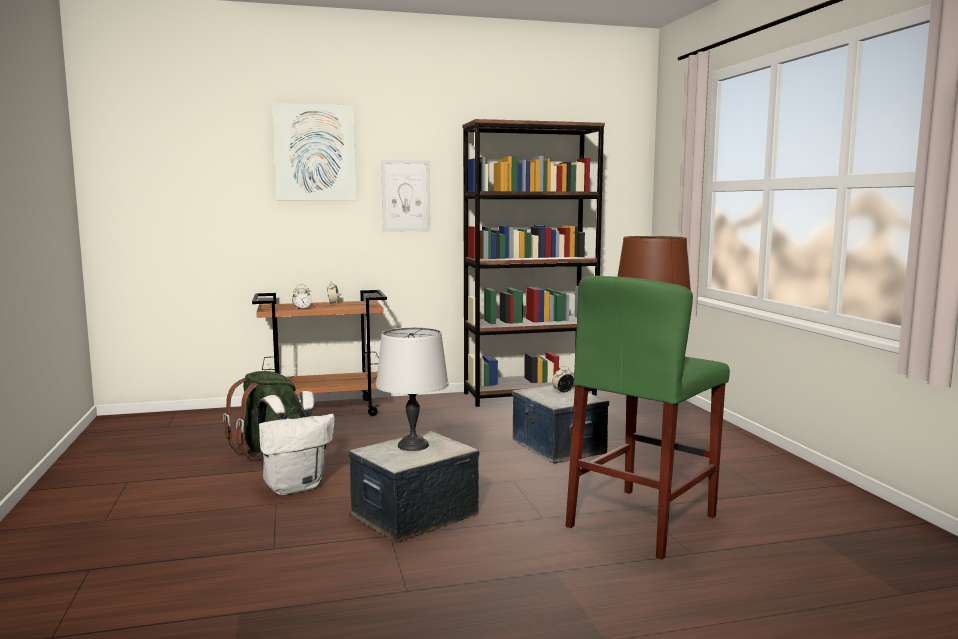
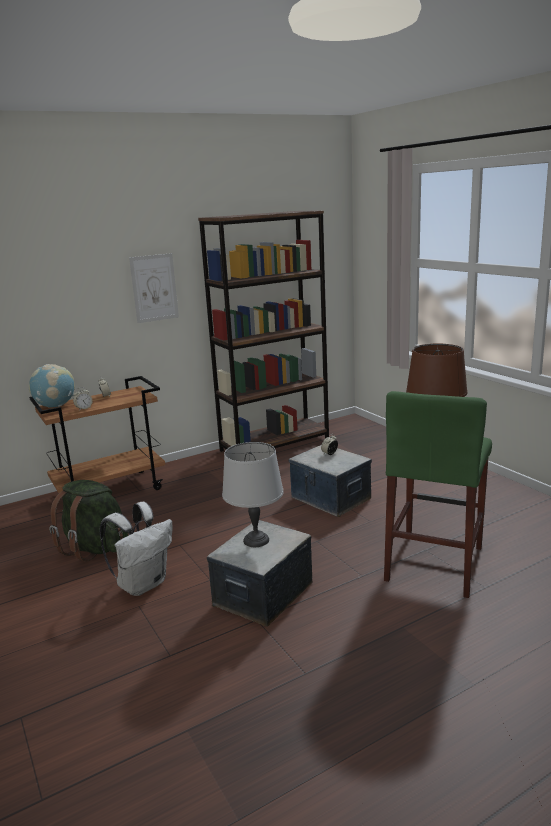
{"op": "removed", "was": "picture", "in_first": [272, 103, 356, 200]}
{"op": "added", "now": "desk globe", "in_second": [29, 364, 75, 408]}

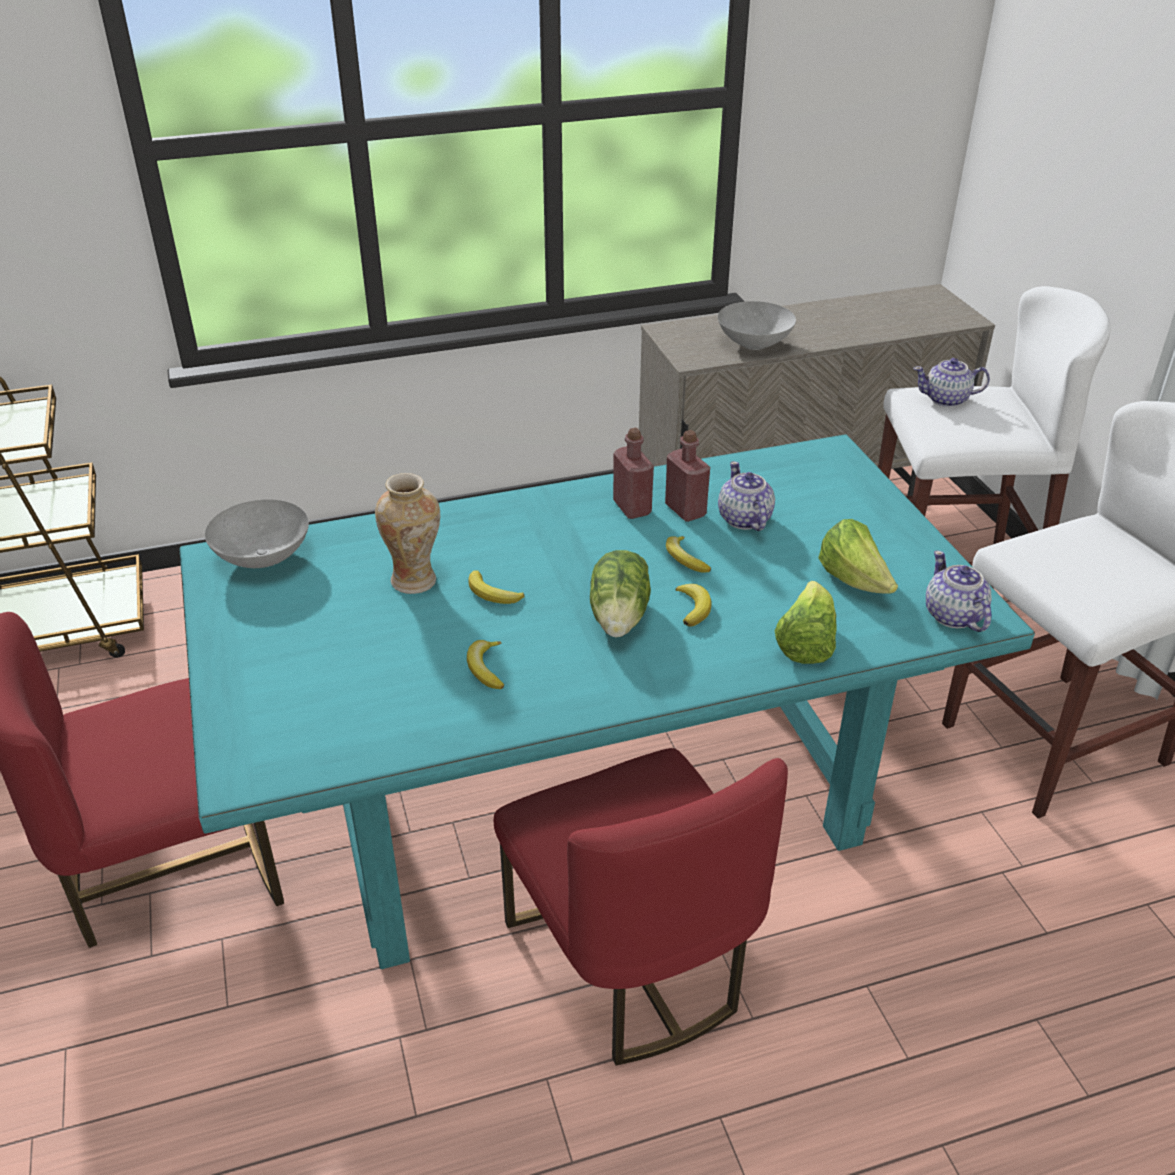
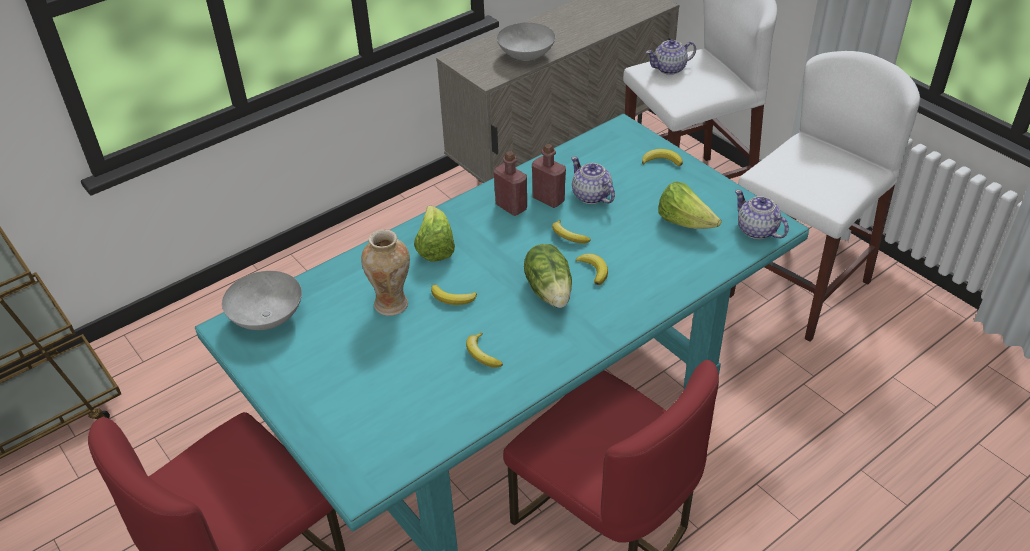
{"op": "moved", "was": "head of lettuce", "in_first": [775, 581, 836, 664], "in_second": [414, 206, 455, 261]}
{"op": "added", "now": "banana fruit", "in_second": [642, 149, 683, 166]}

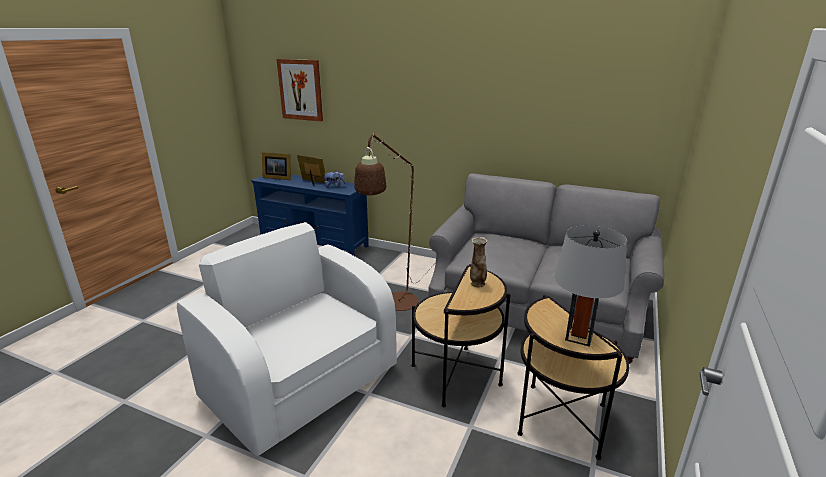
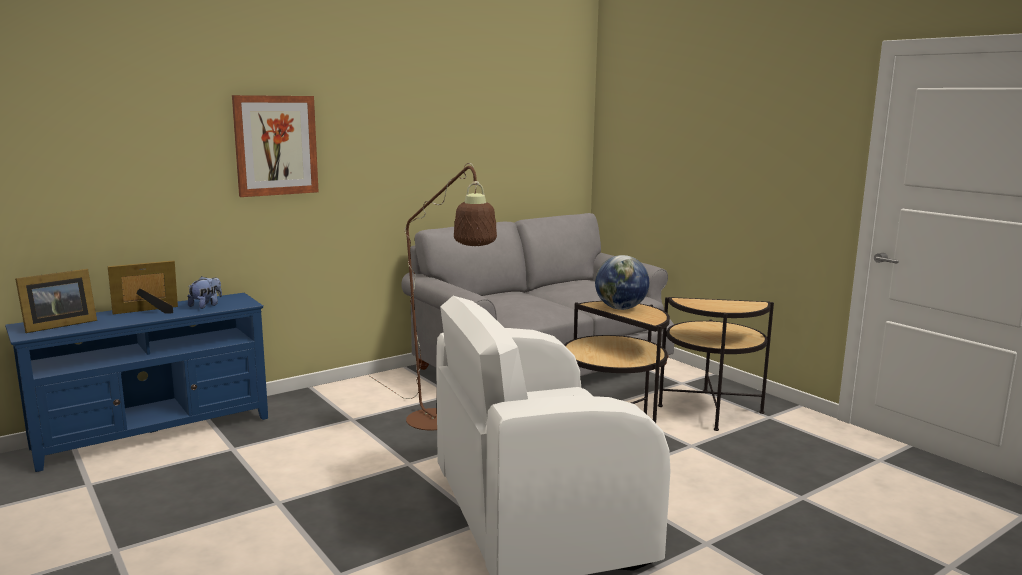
{"op": "moved", "was": "picture", "in_first": [277, 59, 323, 121], "in_second": [232, 95, 319, 197]}
{"op": "replaced", "was": "vase", "now": "desk globe", "in_first": [470, 237, 488, 287], "in_second": [595, 255, 649, 310]}
{"op": "removed", "was": "tabletop lamp in gray", "in_first": [554, 225, 627, 347]}

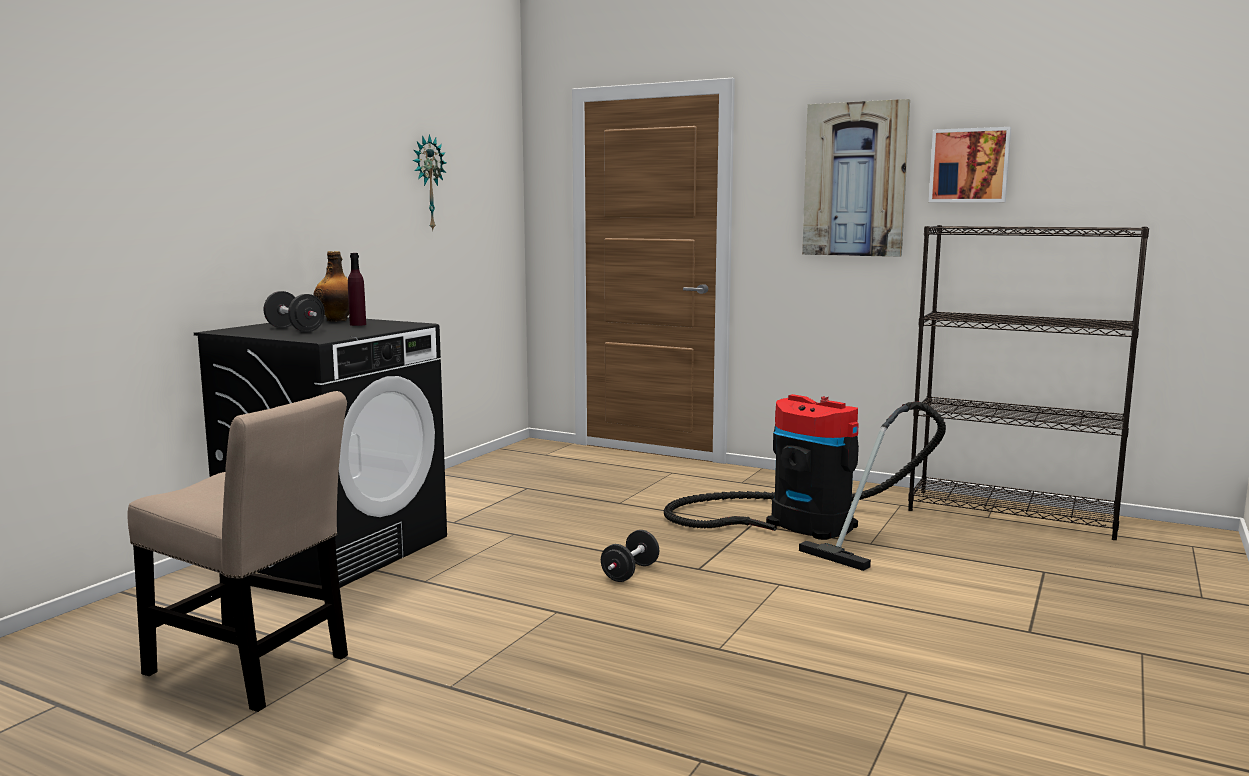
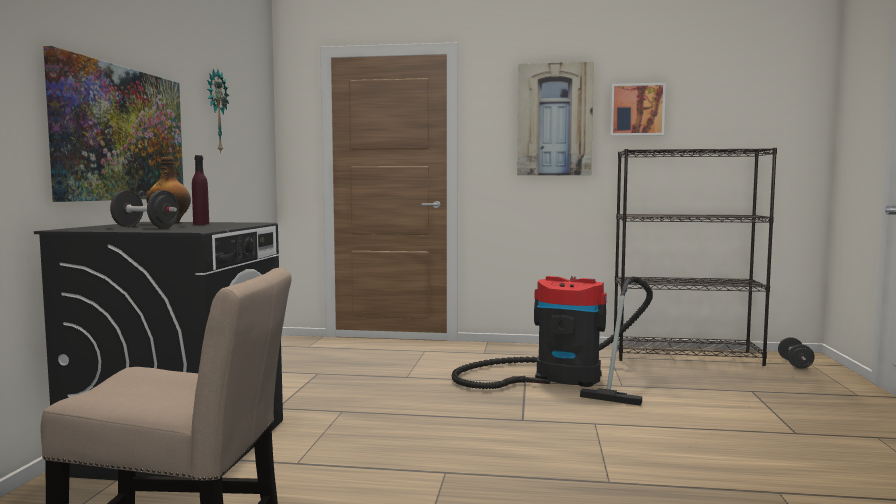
{"op": "moved", "was": "dumbbell in black-coloured", "in_first": [601, 530, 659, 582], "in_second": [778, 337, 815, 369]}
{"op": "added", "now": "picture", "in_second": [43, 46, 183, 202]}

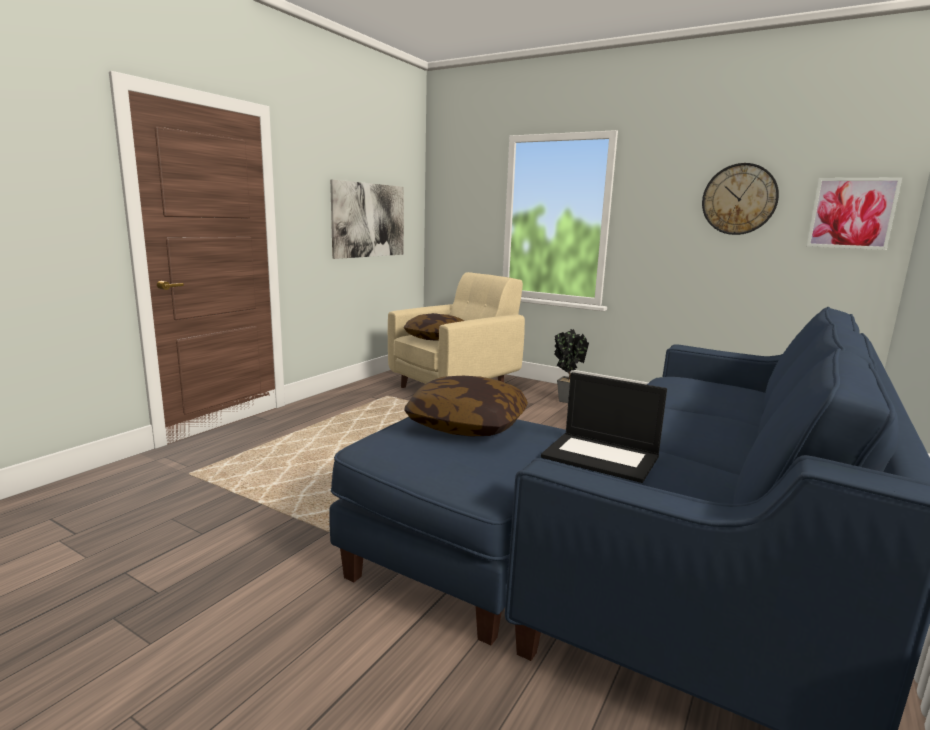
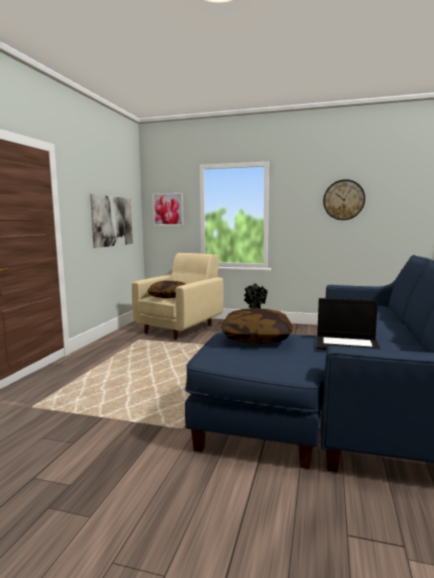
{"op": "moved", "was": "picture", "in_first": [807, 177, 902, 250], "in_second": [152, 193, 184, 226]}

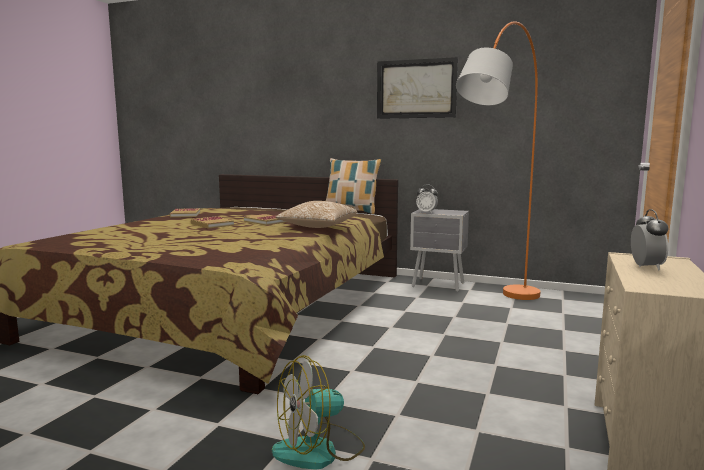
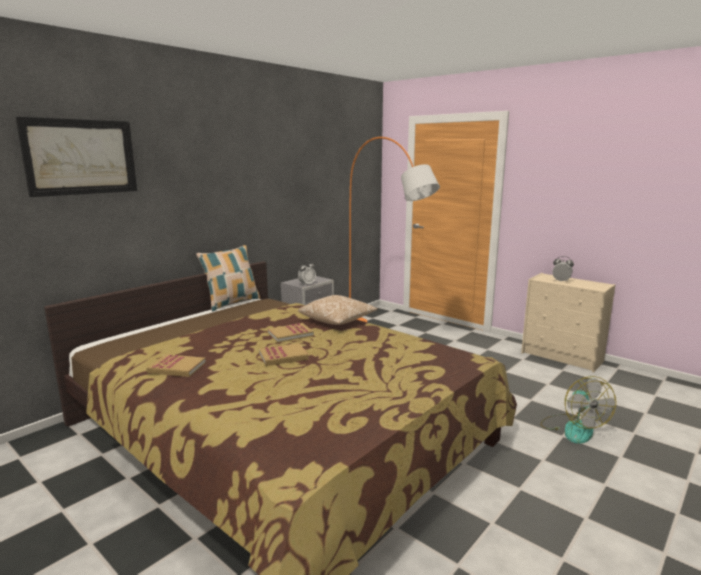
{"op": "moved", "was": "picture", "in_first": [377, 57, 458, 119], "in_second": [15, 117, 137, 197]}

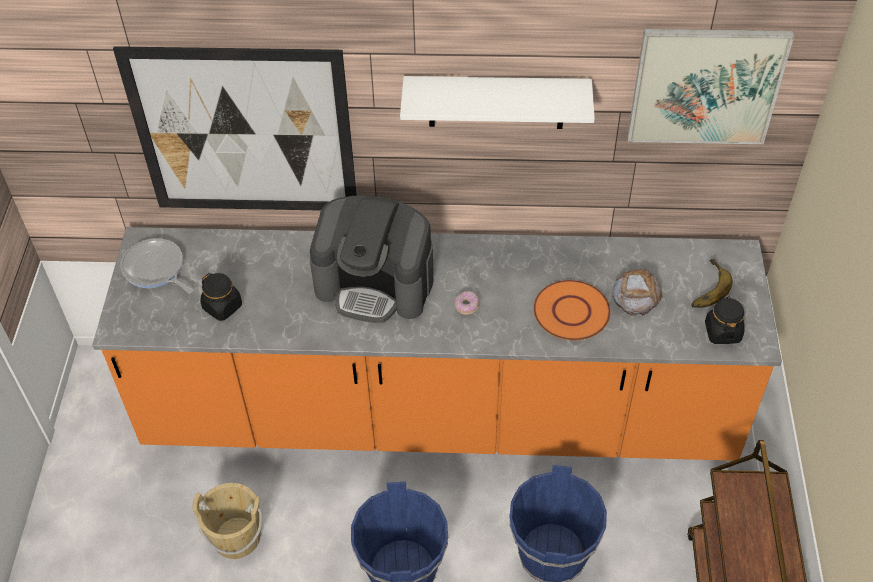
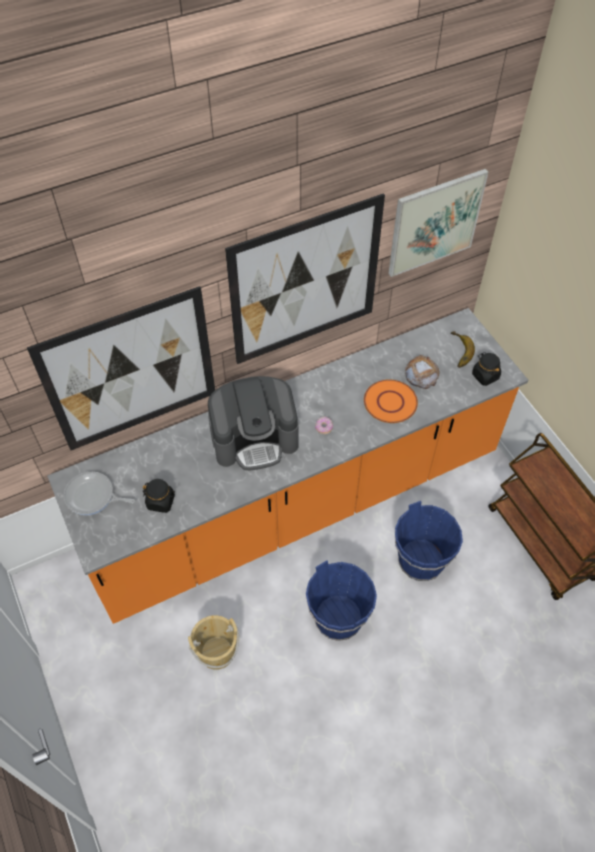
{"op": "replaced", "was": "bracket shelf in white", "now": "picture", "in_first": [400, 76, 595, 129], "in_second": [225, 193, 385, 364]}

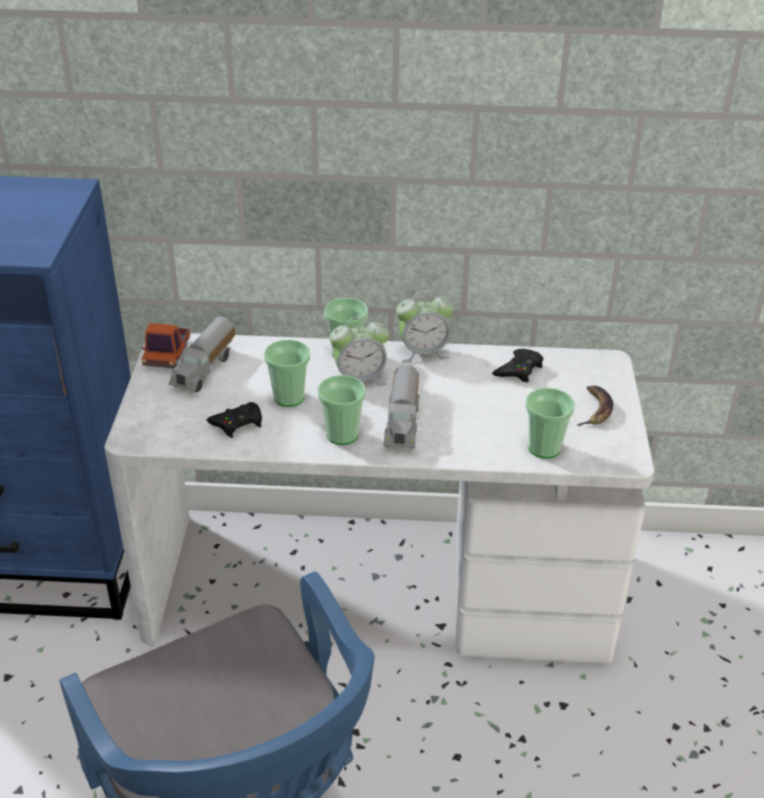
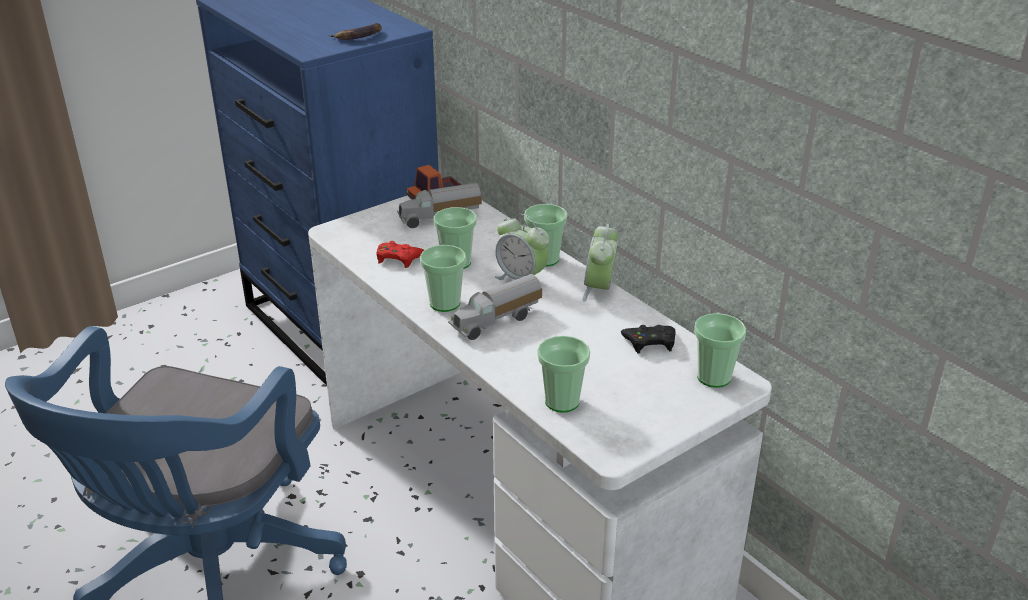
{"op": "recoloured", "was": "game controller in black-coloured", "now": "game controller in reddish", "in_first": [207, 402, 262, 438], "in_second": [377, 241, 424, 268]}
{"op": "turned", "was": "alarm clock", "in_first": [396, 291, 454, 363], "in_second": [582, 224, 618, 302], "clockwise": 60}
{"op": "moved", "was": "banana fruit", "in_first": [577, 386, 613, 426], "in_second": [329, 23, 382, 40]}
{"op": "added", "now": "cup", "in_second": [694, 313, 746, 388]}

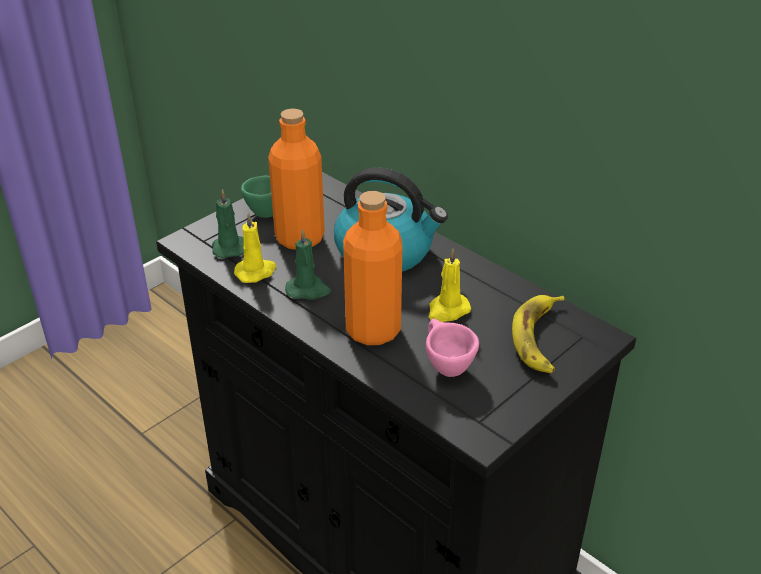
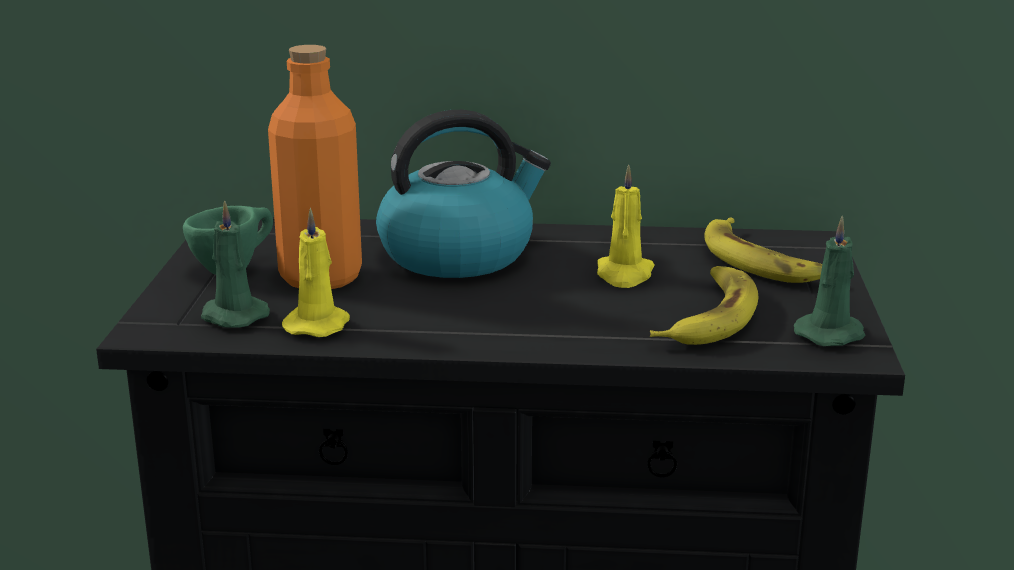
{"op": "moved", "was": "wax light in green", "in_first": [285, 230, 331, 300], "in_second": [793, 215, 865, 346]}
{"op": "removed", "was": "beverage bottle in orange-coloured", "in_first": [343, 191, 402, 345]}
{"op": "replaced", "was": "cup in pinkish", "now": "banana fruit", "in_first": [426, 319, 479, 377], "in_second": [650, 266, 758, 345]}

